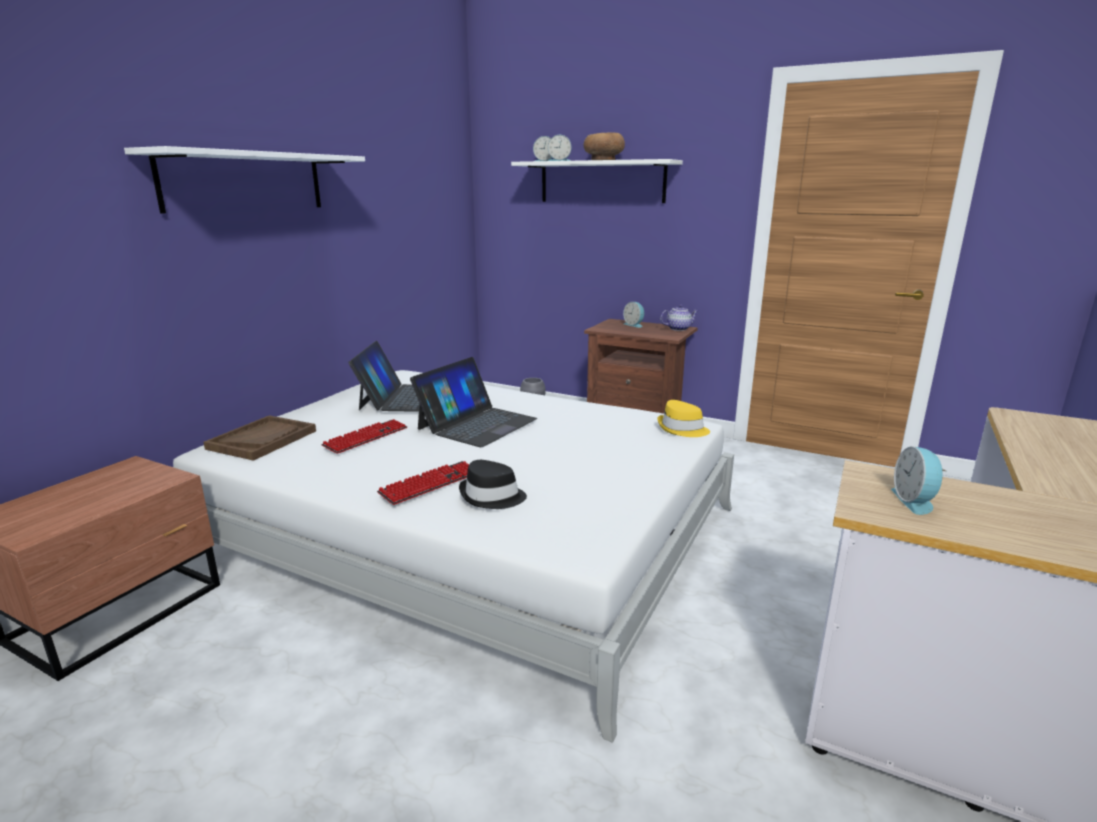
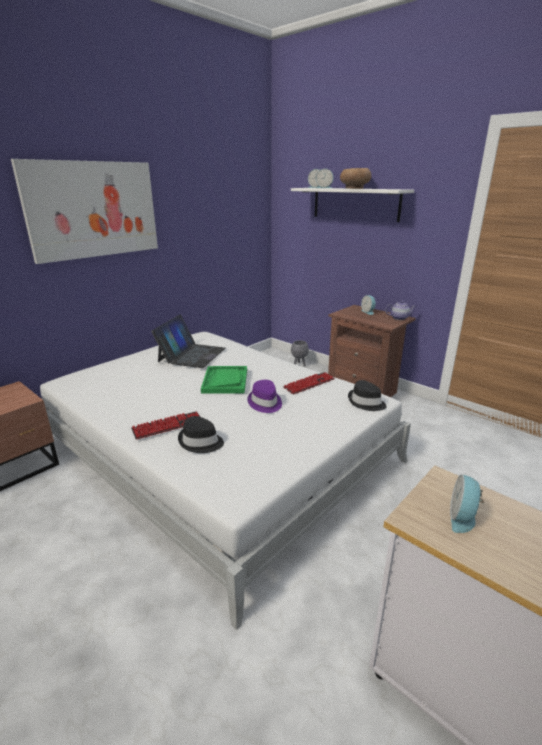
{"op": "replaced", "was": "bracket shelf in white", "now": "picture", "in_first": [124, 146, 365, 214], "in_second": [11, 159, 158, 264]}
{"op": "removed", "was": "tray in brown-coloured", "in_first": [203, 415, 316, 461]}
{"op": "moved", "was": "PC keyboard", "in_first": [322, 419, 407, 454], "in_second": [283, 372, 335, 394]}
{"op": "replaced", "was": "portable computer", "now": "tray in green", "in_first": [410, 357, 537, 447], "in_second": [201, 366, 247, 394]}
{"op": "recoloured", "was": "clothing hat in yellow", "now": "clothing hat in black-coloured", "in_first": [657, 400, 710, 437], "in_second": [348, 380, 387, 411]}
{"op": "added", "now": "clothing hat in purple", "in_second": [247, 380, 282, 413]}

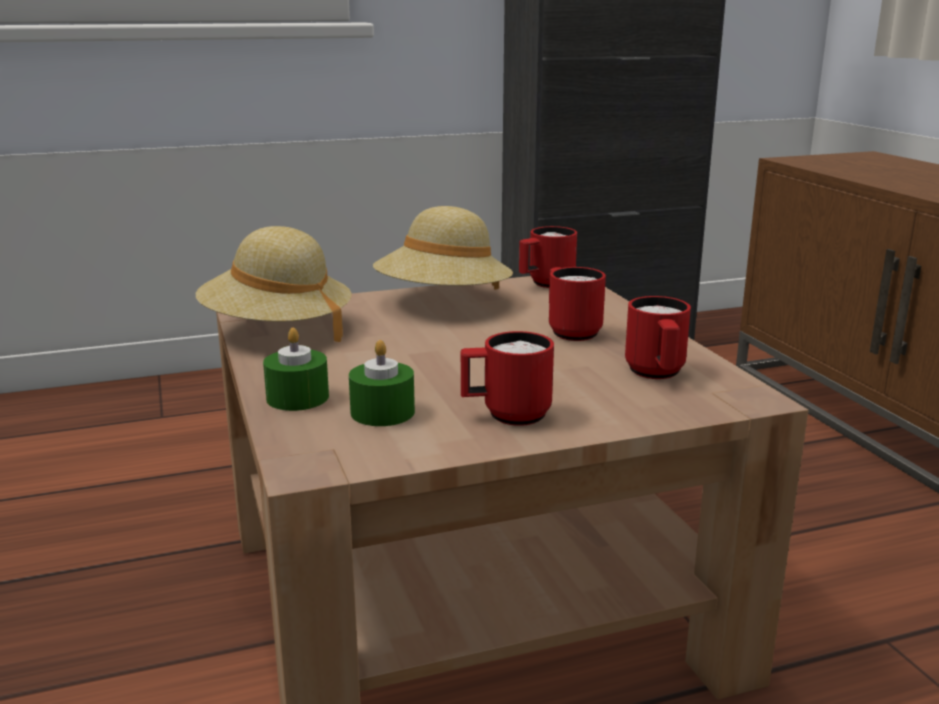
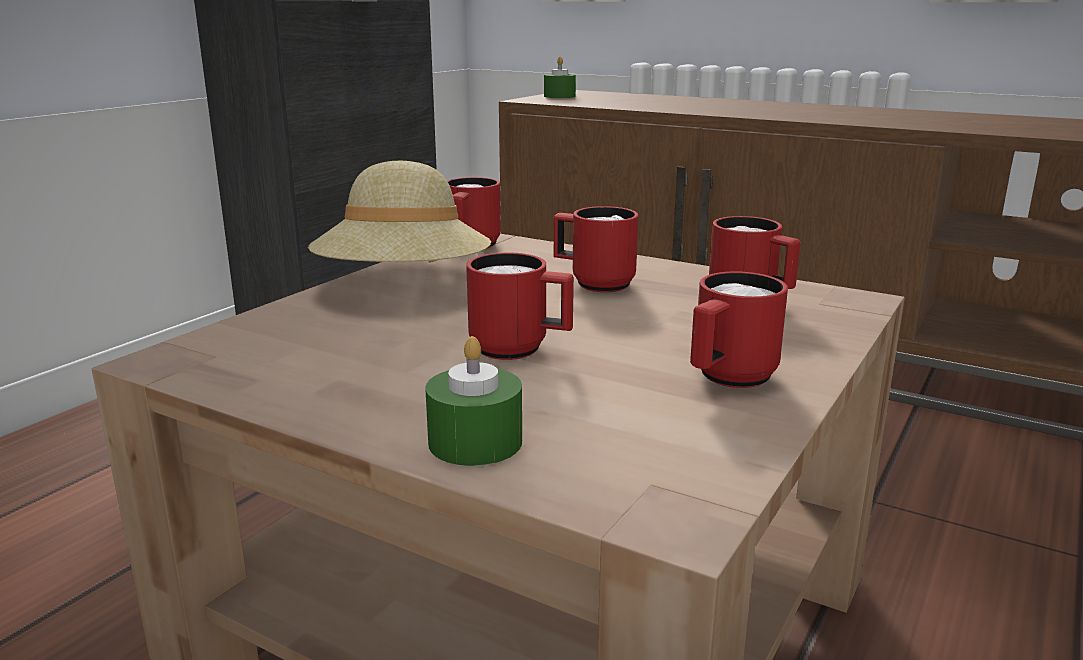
{"op": "removed", "was": "clothing hat in sand-coloured", "in_first": [196, 226, 352, 342]}
{"op": "moved", "was": "wax light in green", "in_first": [349, 340, 415, 426], "in_second": [544, 57, 576, 98]}
{"op": "added", "now": "tea mug in reddish", "in_second": [466, 252, 574, 360]}

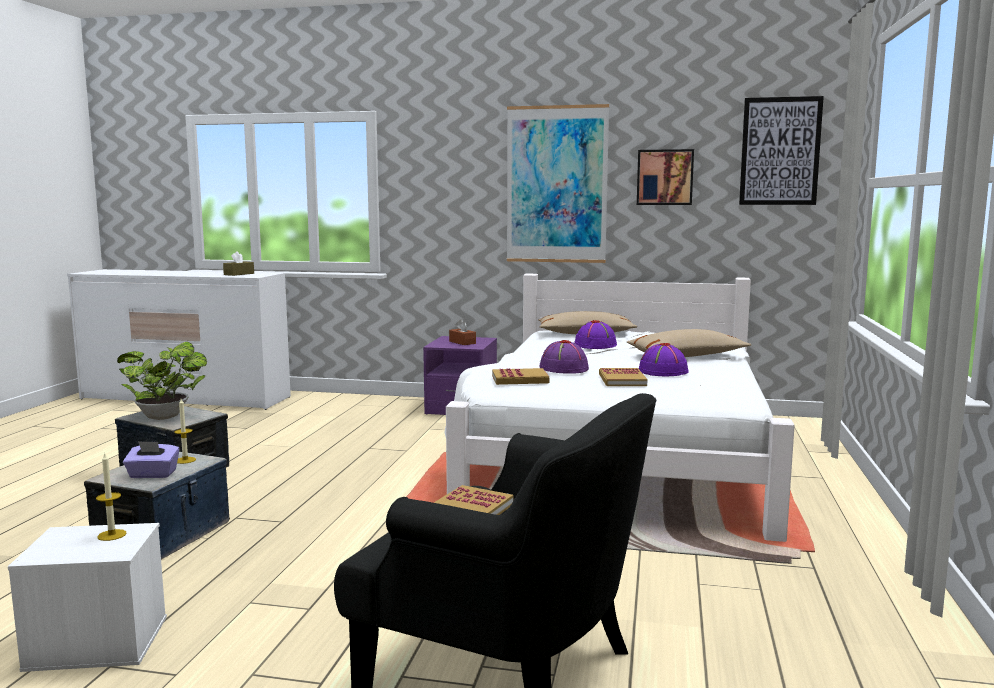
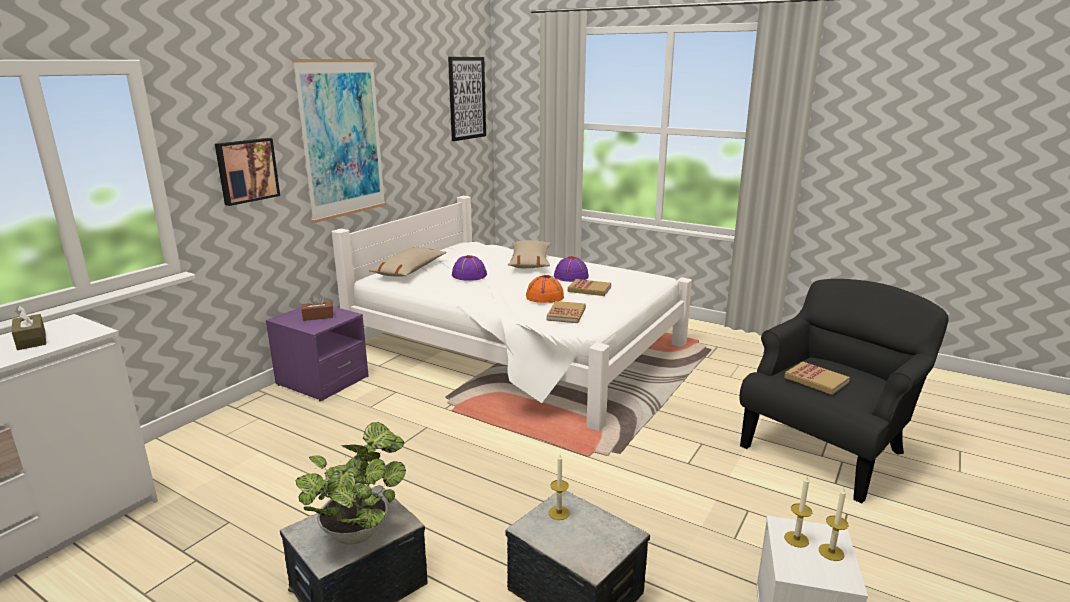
{"op": "removed", "was": "tissue box in purple", "in_first": [123, 441, 180, 478]}
{"op": "recoloured", "was": "clothing hat in purple", "now": "clothing hat in orange-coloured", "in_first": [540, 340, 589, 374], "in_second": [526, 275, 564, 303]}
{"op": "moved", "was": "picture", "in_first": [637, 149, 694, 205], "in_second": [215, 138, 280, 206]}
{"op": "added", "now": "wax light", "in_second": [818, 488, 849, 561]}

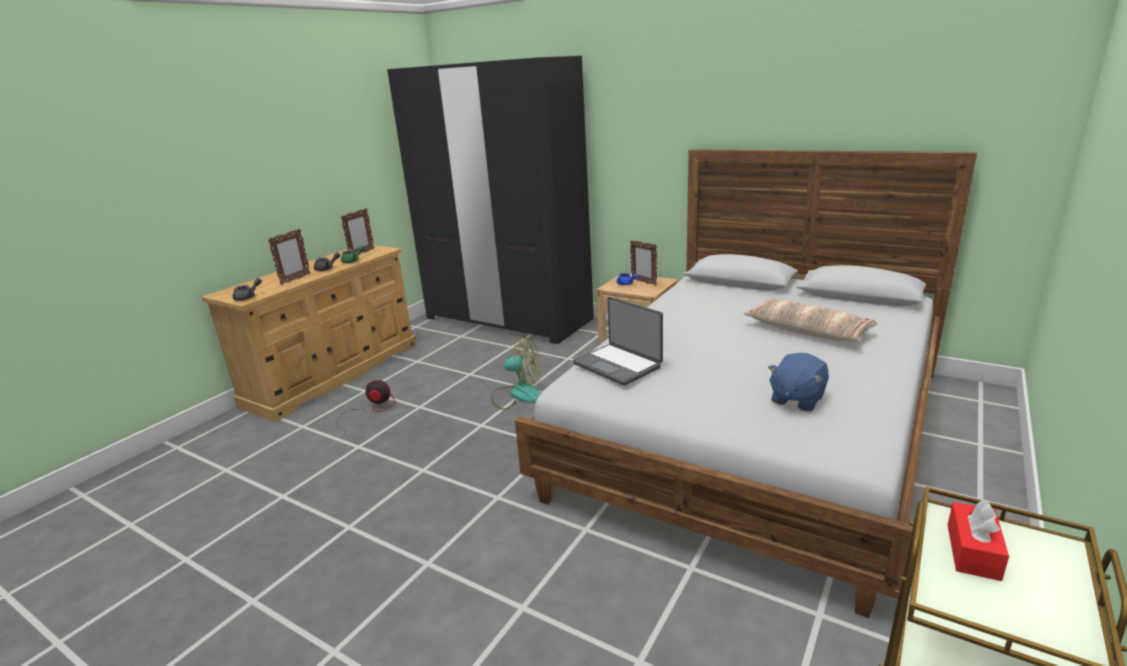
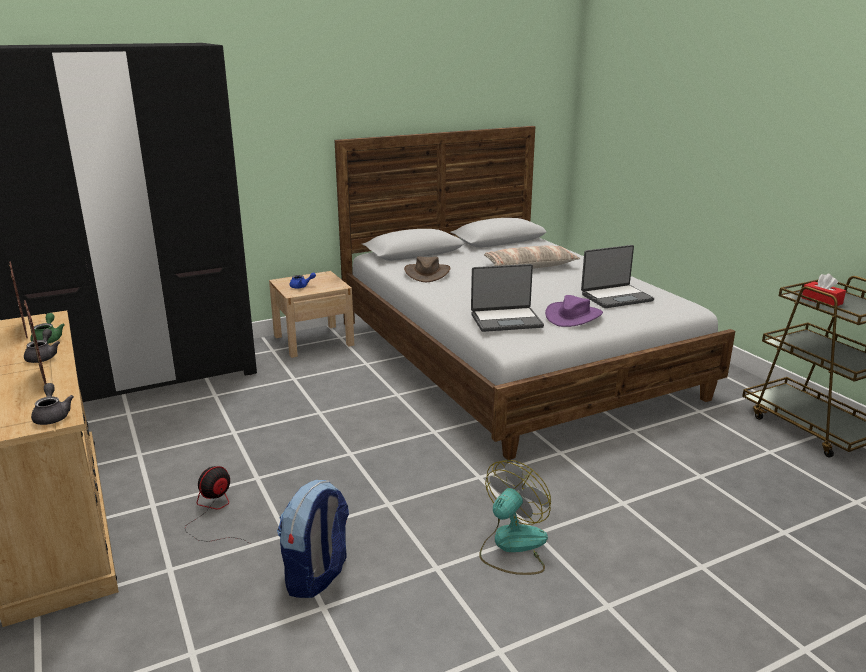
{"op": "moved", "was": "cooling fan", "in_first": [491, 336, 540, 410], "in_second": [479, 460, 551, 575]}
{"op": "removed", "was": "photo frame", "in_first": [630, 240, 657, 285]}
{"op": "replaced", "was": "cuddly toy in blue-coloured", "now": "portable computer", "in_first": [768, 353, 829, 412], "in_second": [581, 245, 654, 308]}
{"op": "added", "now": "backpack", "in_second": [277, 480, 349, 598]}
{"op": "added", "now": "clothing hat in brown-coloured", "in_second": [404, 256, 450, 282]}
{"op": "added", "now": "clothing hat in purple", "in_second": [545, 295, 603, 327]}

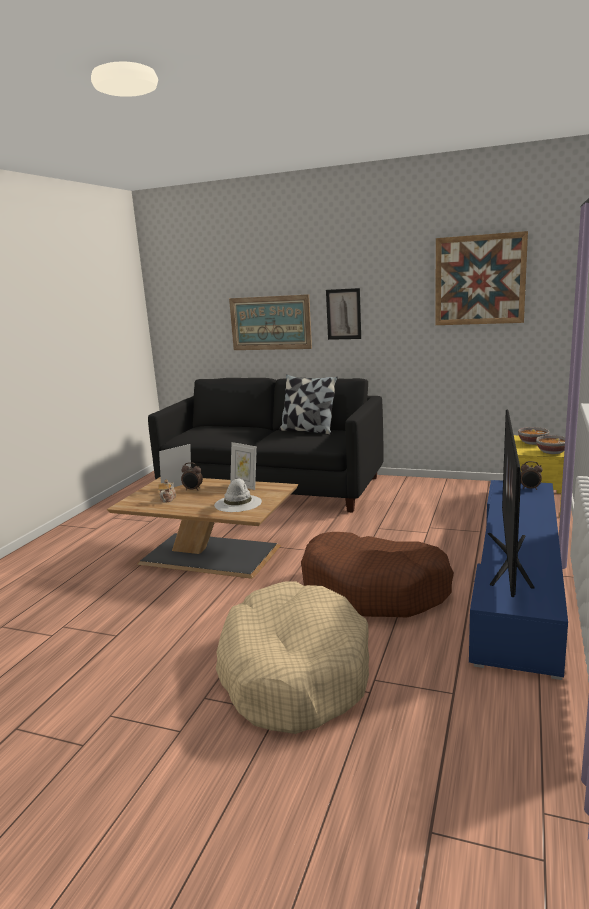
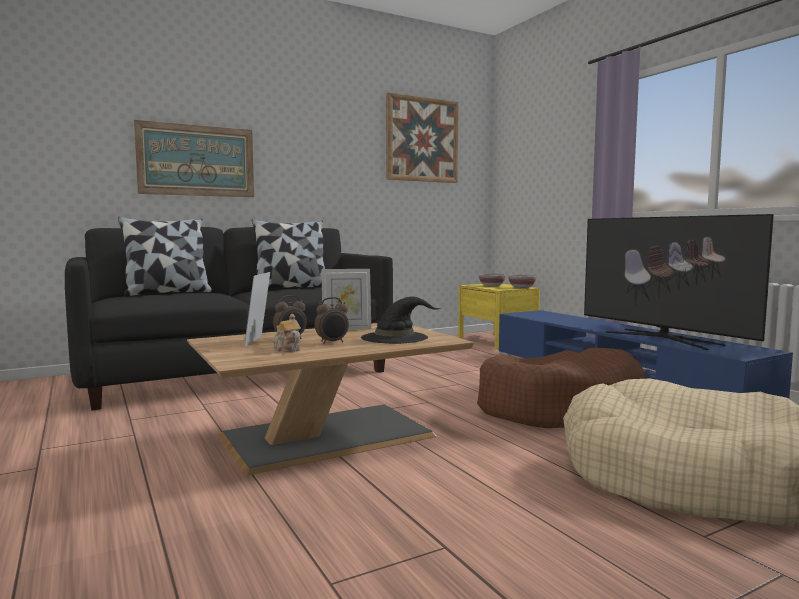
{"op": "recoloured", "was": "clothing hat in white", "now": "clothing hat in black-coloured", "in_first": [214, 479, 262, 512], "in_second": [361, 297, 441, 344]}
{"op": "removed", "was": "picture", "in_first": [326, 288, 361, 340]}
{"op": "moved", "was": "alarm clock", "in_first": [521, 461, 543, 490], "in_second": [314, 297, 349, 344]}
{"op": "added", "now": "cushion", "in_second": [118, 216, 212, 297]}

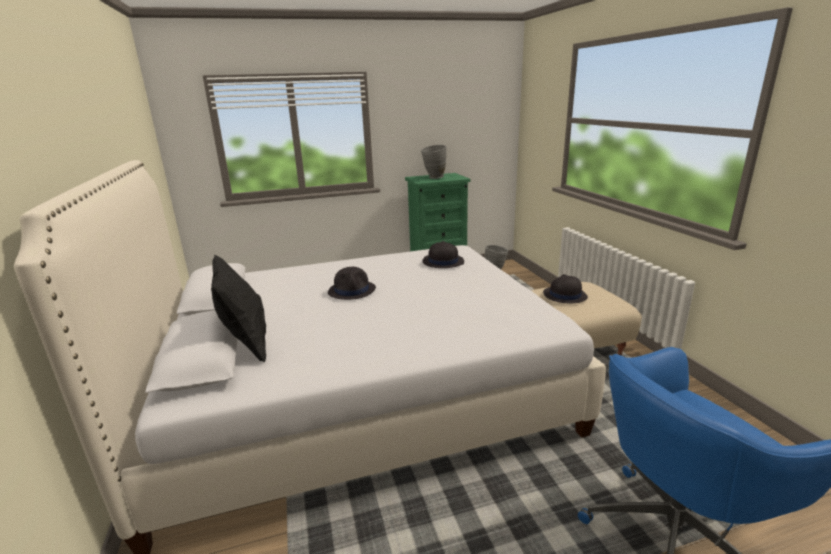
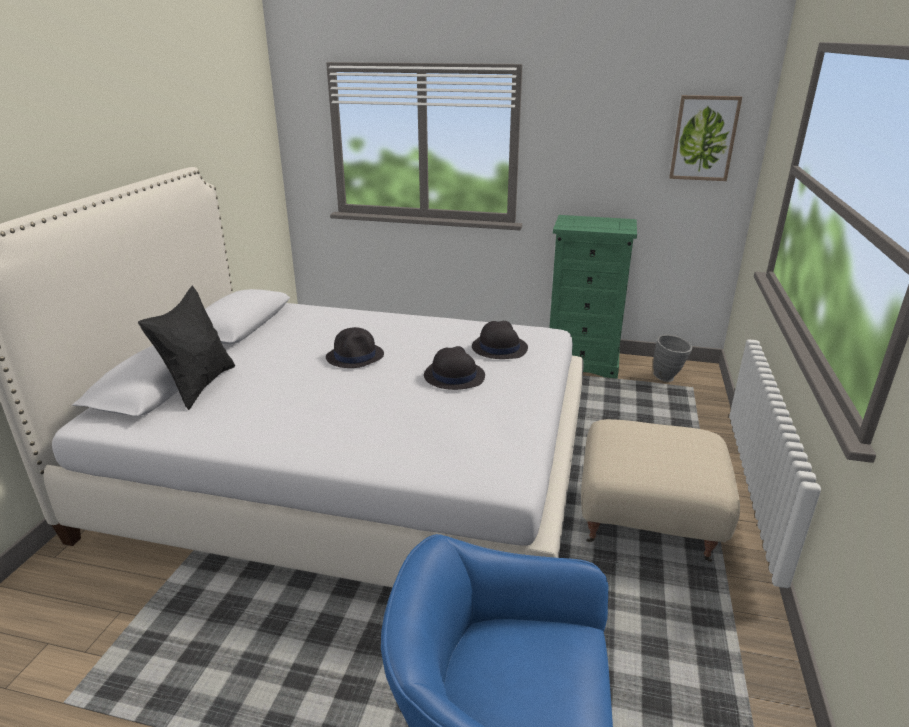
{"op": "removed", "was": "vase in gray", "in_first": [421, 145, 447, 179]}
{"op": "moved", "was": "clothing hat in black-coloured", "in_first": [543, 274, 588, 303], "in_second": [424, 346, 485, 390]}
{"op": "added", "now": "picture", "in_second": [669, 95, 742, 181]}

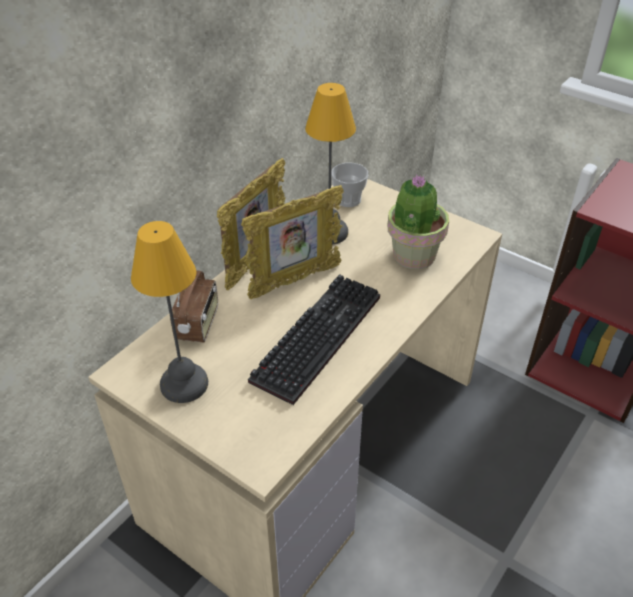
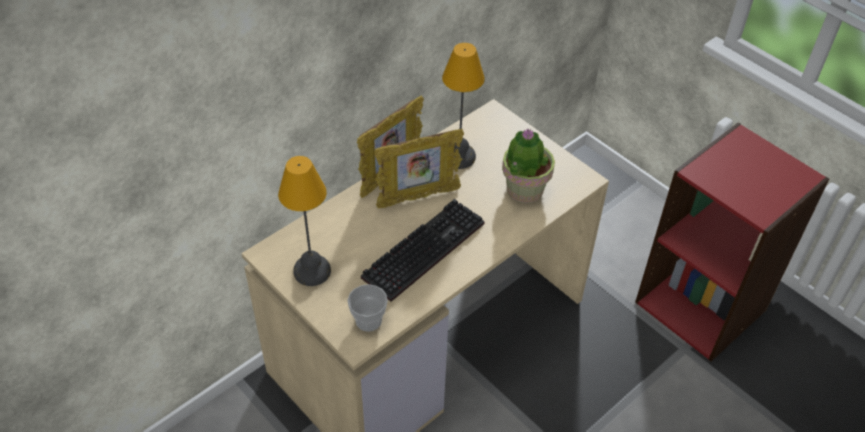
{"op": "removed", "was": "radio receiver", "in_first": [170, 271, 218, 342]}
{"op": "moved", "was": "cup", "in_first": [331, 163, 368, 207], "in_second": [347, 284, 388, 332]}

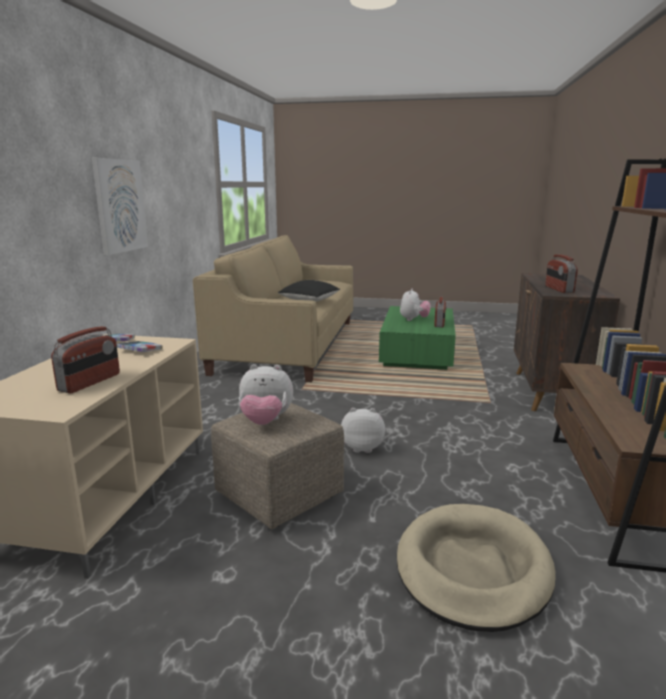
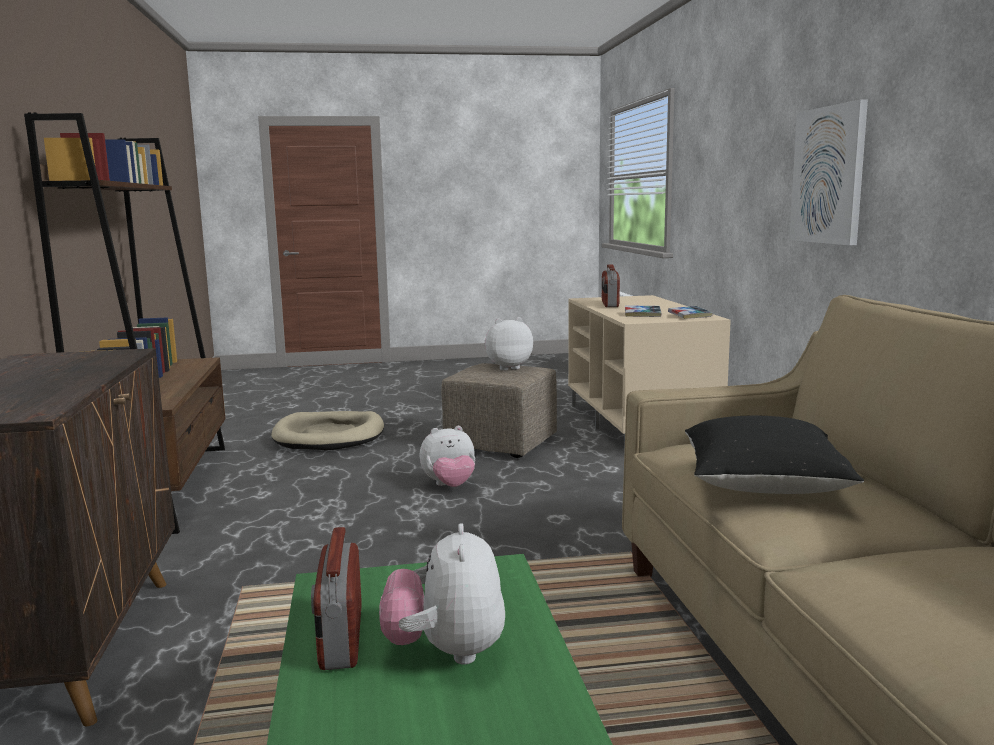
{"op": "removed", "was": "radio receiver", "in_first": [545, 254, 578, 293]}

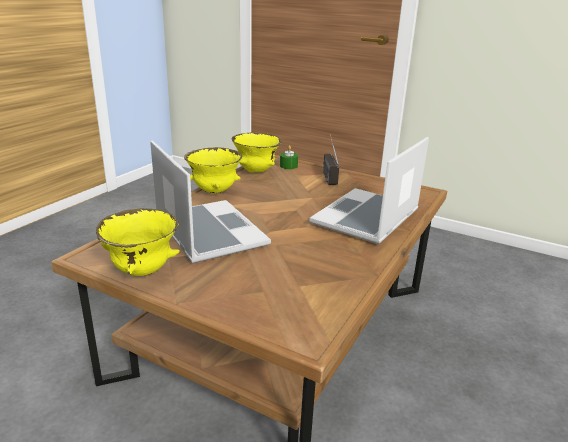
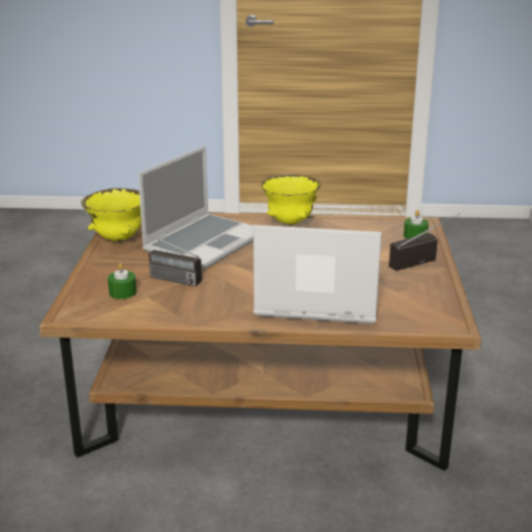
{"op": "removed", "was": "bowl in yellow", "in_first": [231, 132, 281, 173]}
{"op": "added", "now": "wax light in green", "in_second": [108, 263, 137, 299]}
{"op": "added", "now": "radio receiver", "in_second": [129, 226, 202, 287]}

